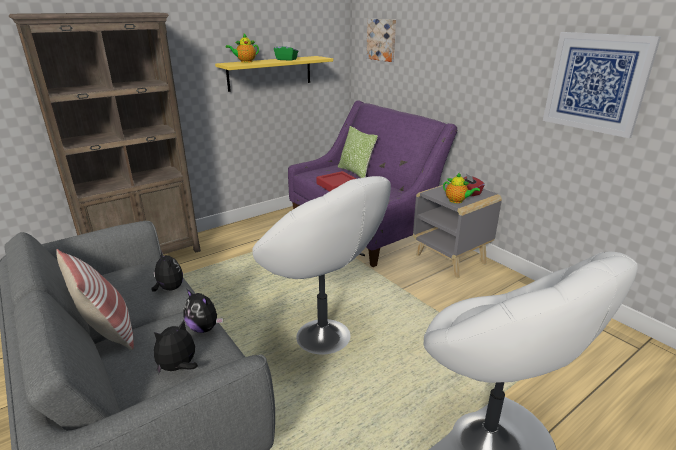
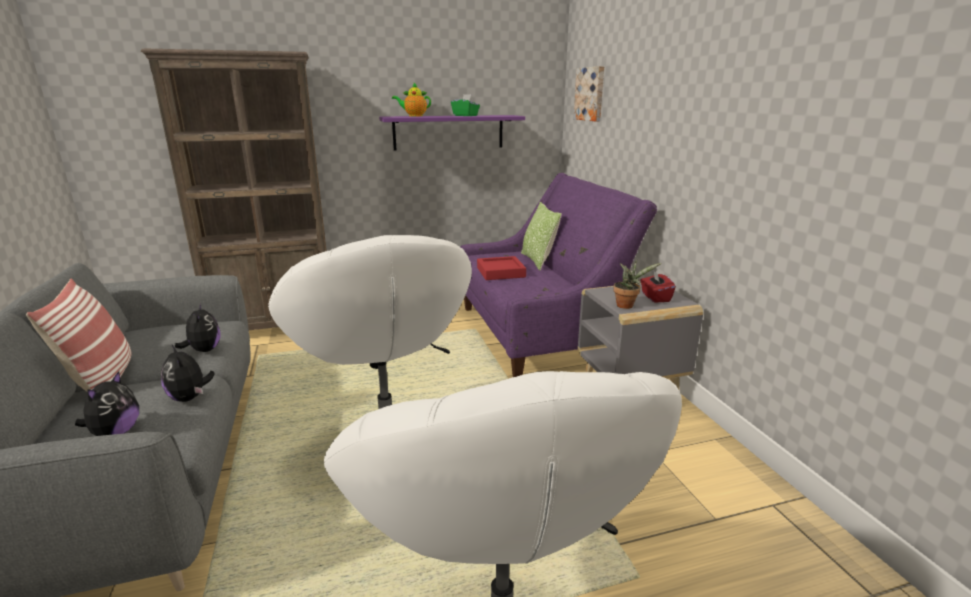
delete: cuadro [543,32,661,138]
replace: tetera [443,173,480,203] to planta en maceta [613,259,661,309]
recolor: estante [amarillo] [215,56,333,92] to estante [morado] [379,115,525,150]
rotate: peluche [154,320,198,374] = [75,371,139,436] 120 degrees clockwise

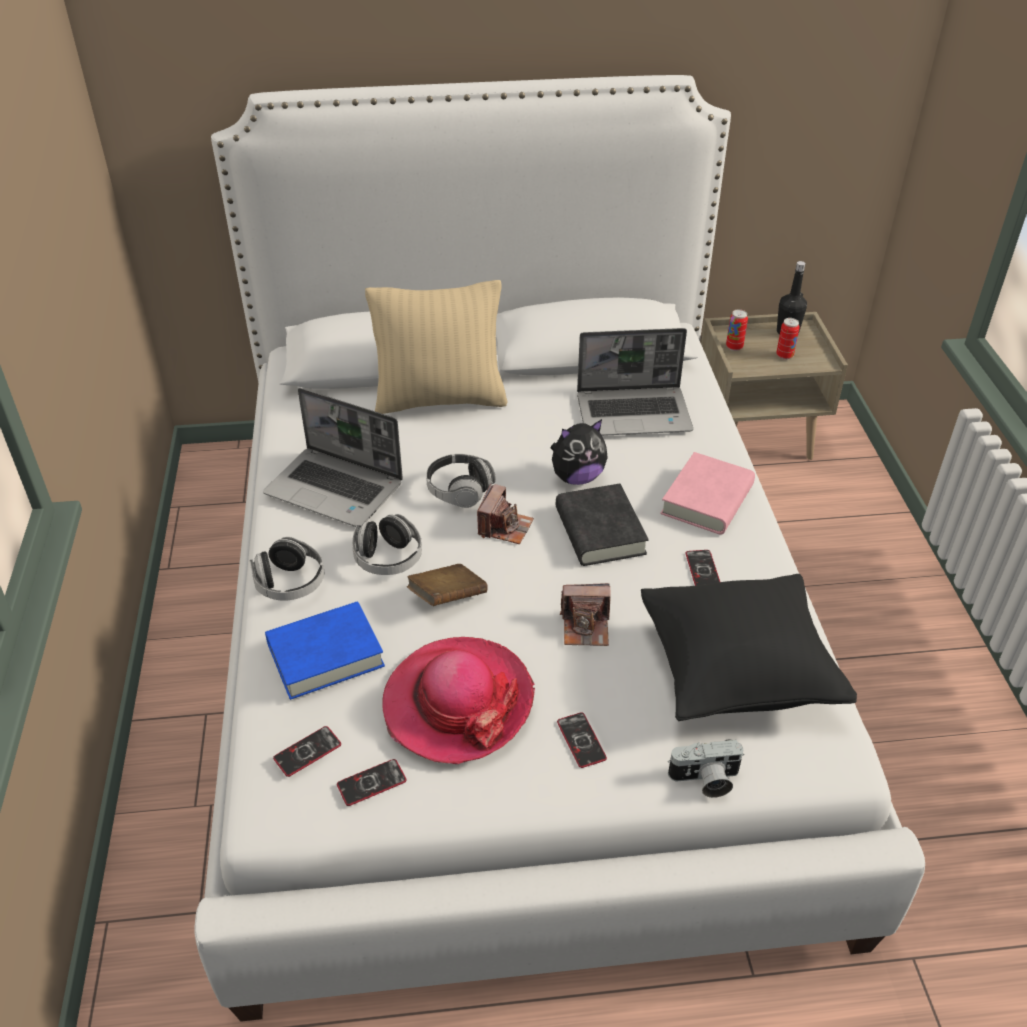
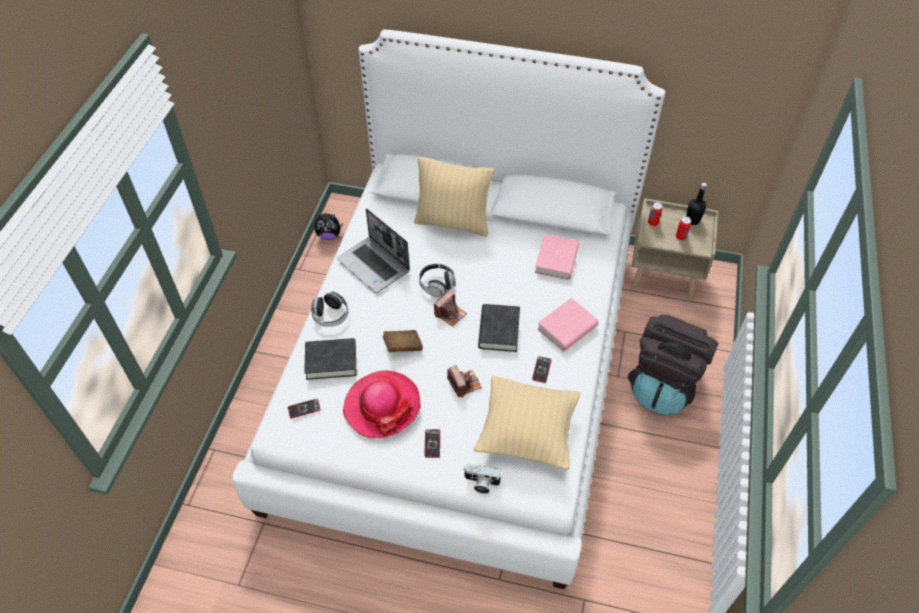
delete: móvil [337,759,406,806]; auriculares [352,514,422,575]
insert: mochila [negro] [628,315,719,415]
move: peluche [551,419,608,485] to [314,213,343,240]
replace: portátil [577,328,693,436] to libro [rosa] [535,234,579,280]
recolor: libro [azul] [265,602,385,700] to libro [negro] [304,338,357,380]; cojín [negro] [641,574,857,721] to cojín [beis] [474,376,580,470]
rotate: cámara [560,583,611,646] = [447,365,482,398] 135 degrees counterclockwise

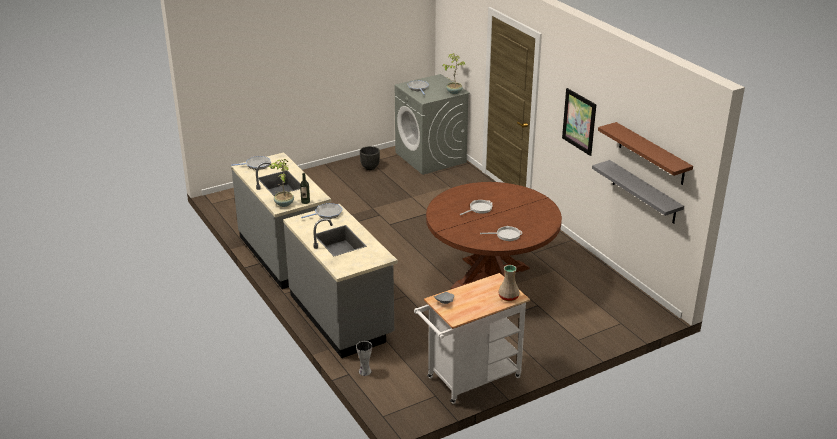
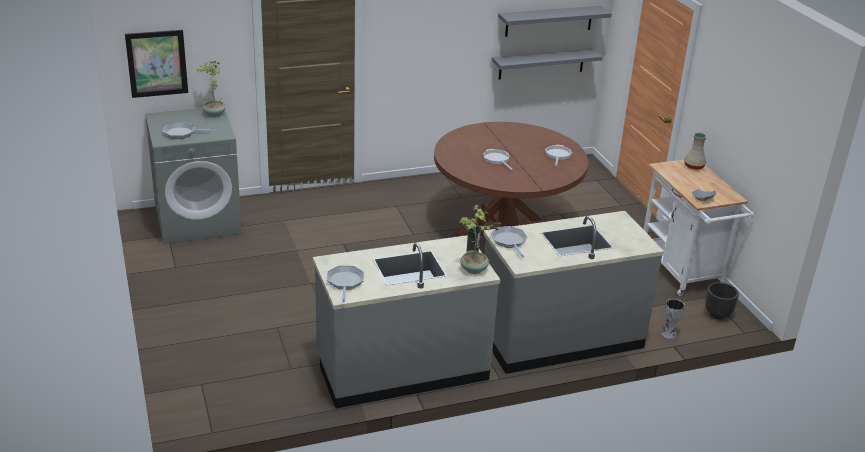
move: maceta [negro] [360,146,380,170] to [705,282,739,319]; cuadro [562,88,596,156] to [125,30,188,98]
recolor: estante [marrón] [598,122,693,185] to estante [gris] [498,6,612,37]

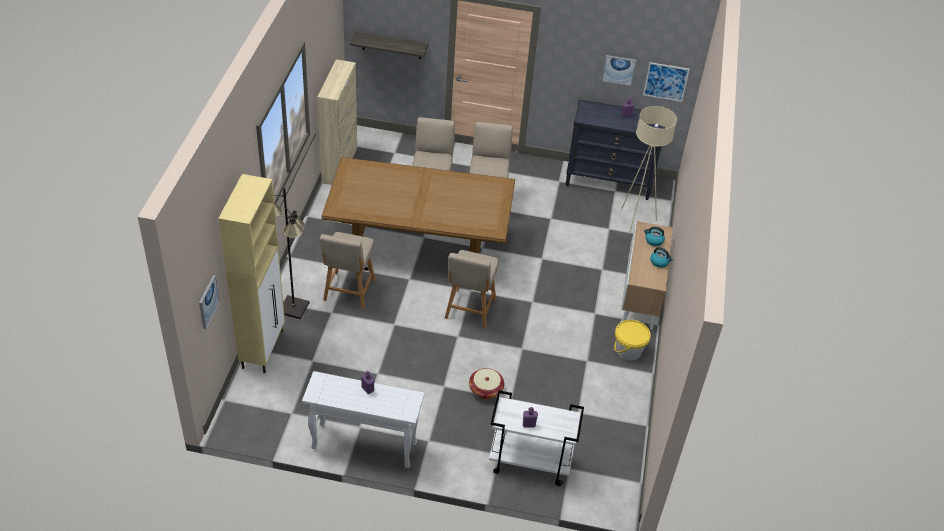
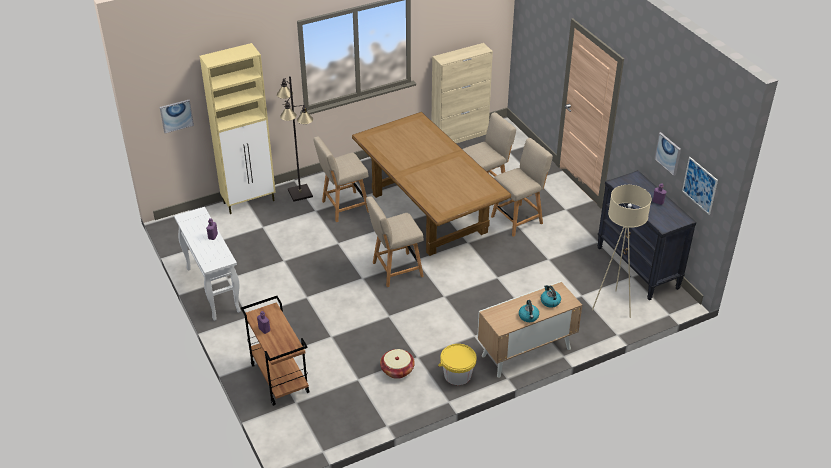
delete: estante [349,31,429,59]
move: cesta [469,368,504,399] to [380,349,415,379]
recolor: carrito [blanco] [489,390,584,486] to carrito [marrón] [241,296,310,406]

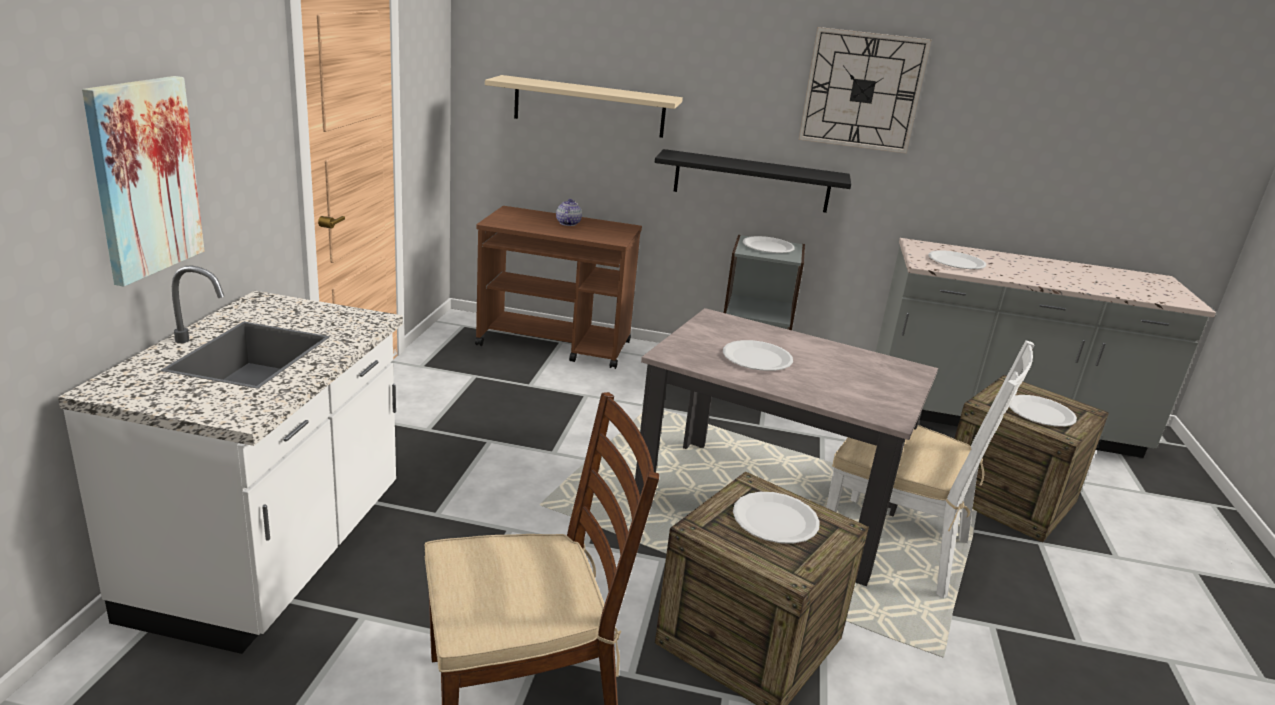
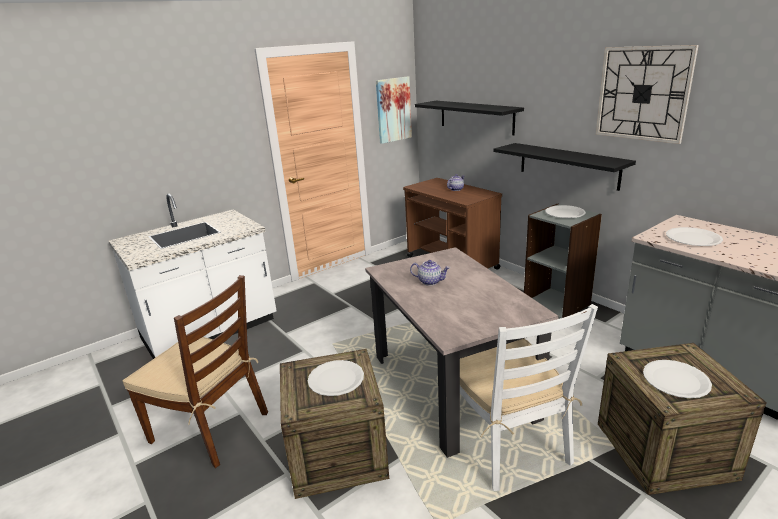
move: cuadro [82,76,205,286] to [376,77,412,144]
replace: plato [blanco] [723,340,793,371] to tetera [410,260,450,286]
recolor: estante [beis] [485,75,683,138] to estante [negro] [415,101,524,135]

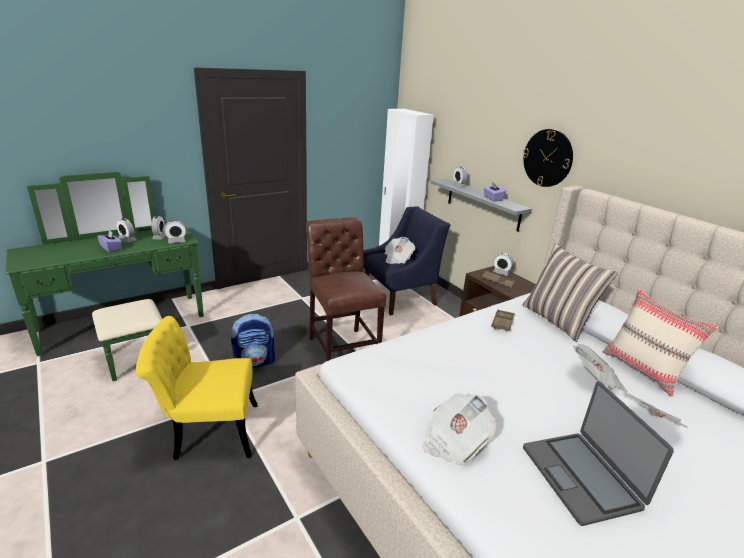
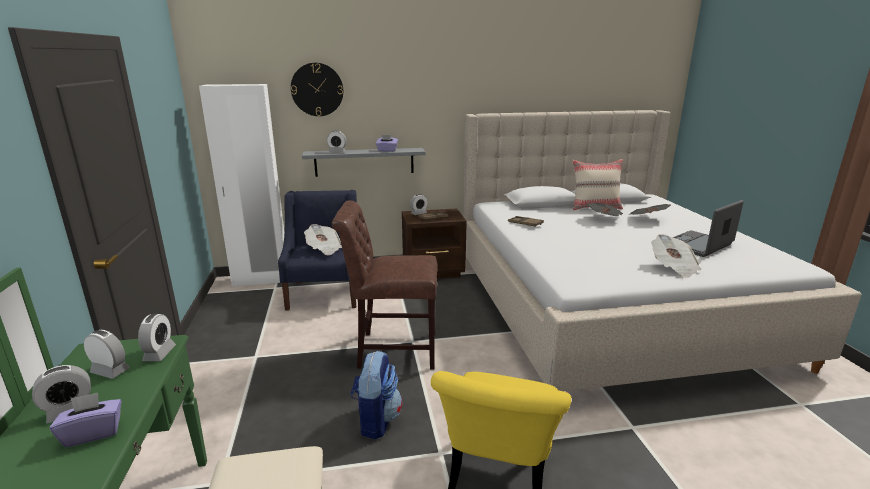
delete: cojín [523,243,618,342]
move: reloj de pared [523,129,573,187] to [291,63,343,116]
rotate: portátil [523,381,674,526] = [673,200,744,257] 135 degrees clockwise

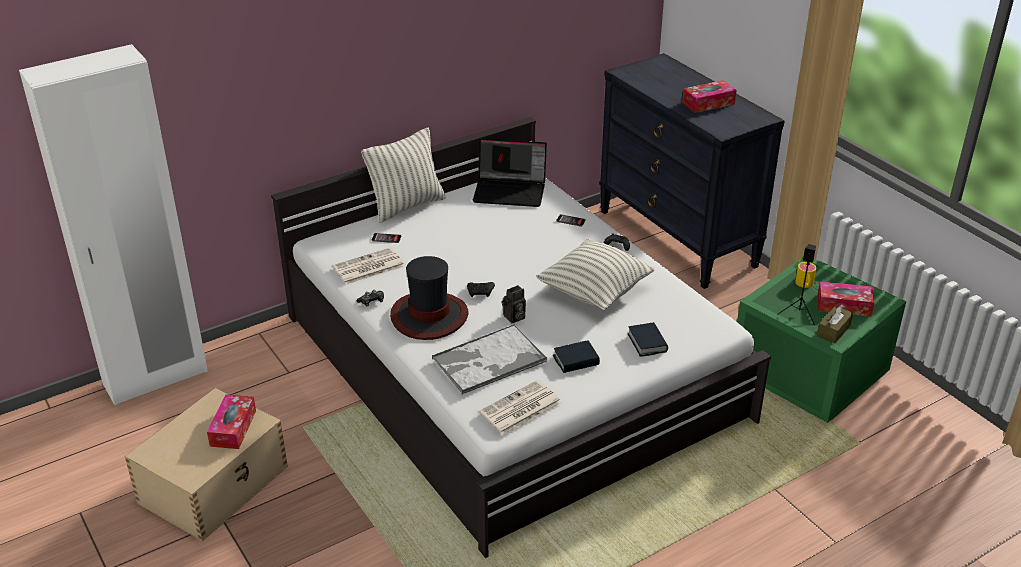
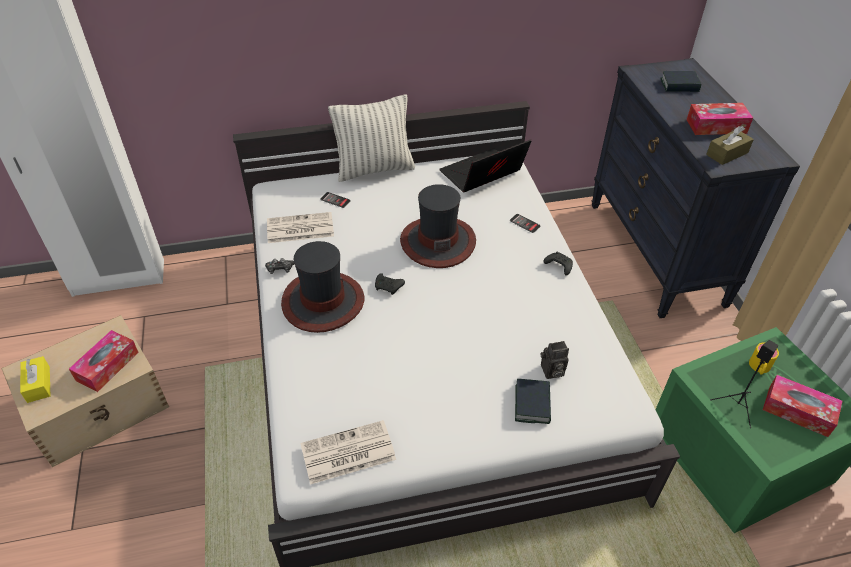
delete: bandeja [432,324,547,394]; cojín [536,239,655,310]
insert: caja de pañuelos [amarillo] [20,356,50,403]; sombrero [400,184,476,268]
move: cámara [501,285,526,323] to [541,341,569,379]; libro [553,340,600,373] to [660,71,701,92]; caja de pañuelos [marrón] [817,305,853,343] to [706,126,754,165]
rotate: portátil [473,138,547,207] = [439,140,531,192] 120 degrees clockwise

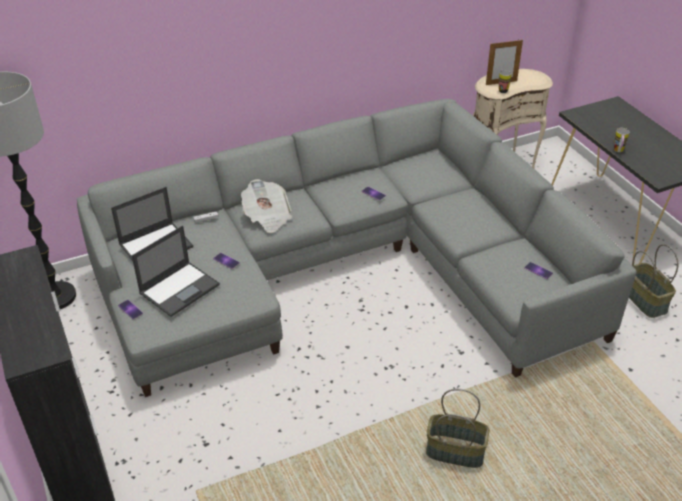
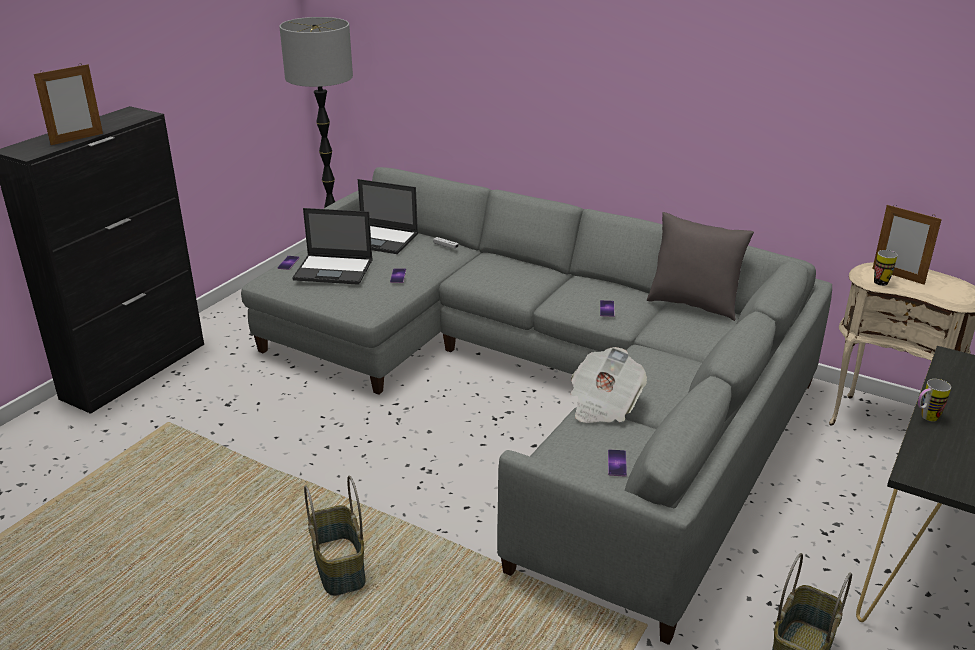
insert: portarretratos [34,64,103,145]; cojín [gris] [647,212,754,321]
move: periódico [241,179,292,233] to [570,347,647,423]

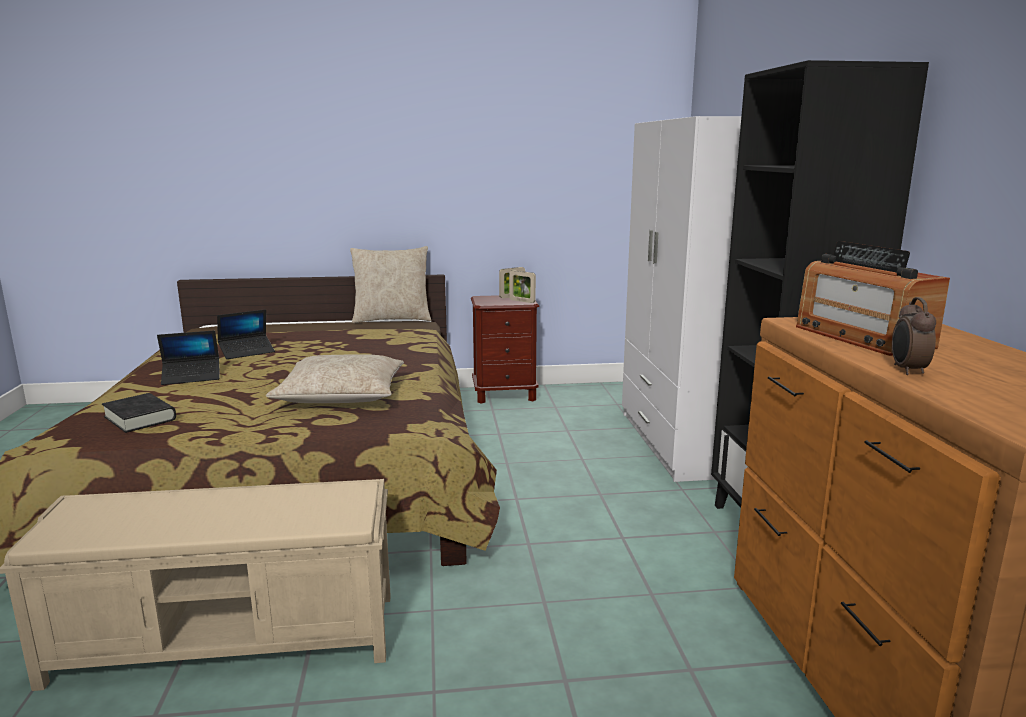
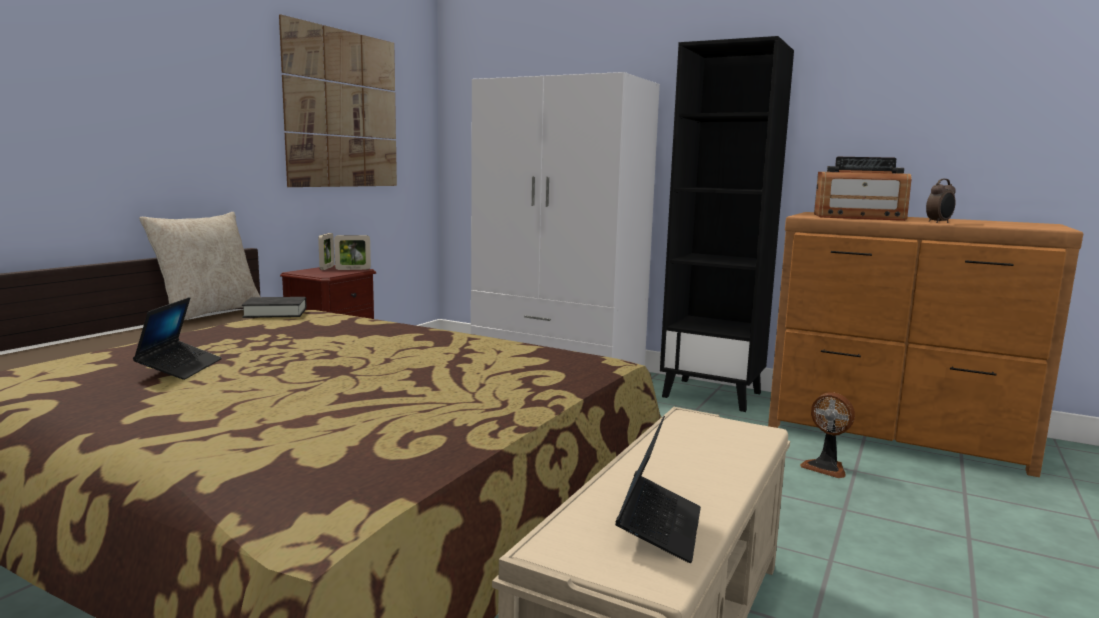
delete: cojín [beis] [266,354,404,403]
insert: cuadro [279,14,397,187]; ventilador [800,392,855,478]
move: libro [negro] [102,393,176,433] to [242,297,306,318]; portátil [157,330,219,385] to [615,416,701,563]
rotate: despertador [892,297,936,375] = [926,179,956,223] 75 degrees counterclockwise

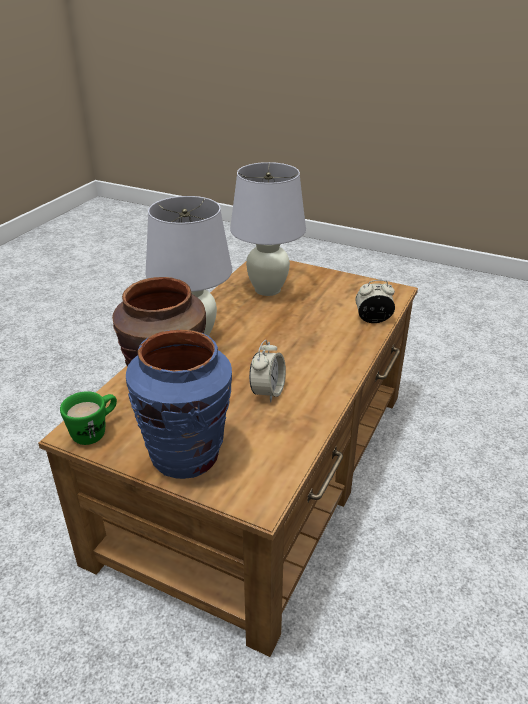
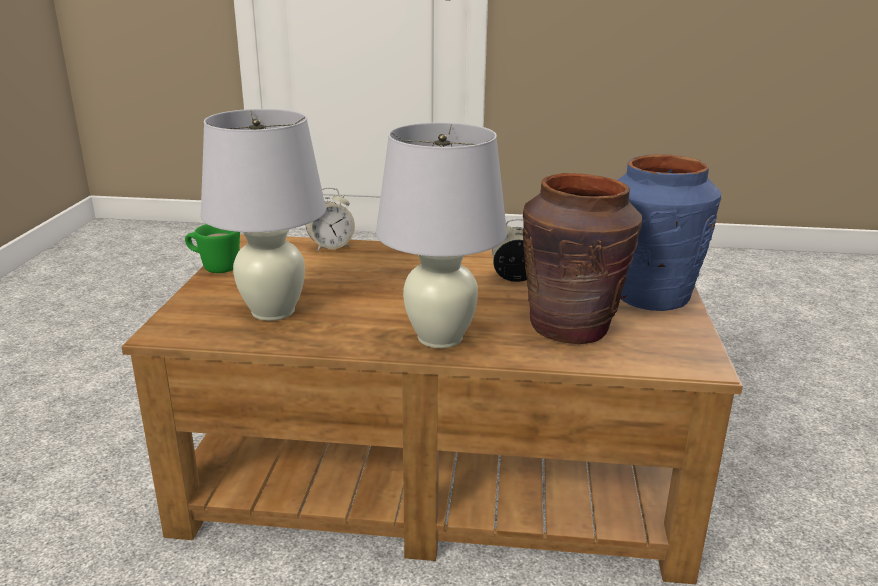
move: taza grande [verde] [60,391,117,445] to [185,224,240,273]
rotate: despertador [355,280,395,323] = [306,187,355,252] 90 degrees counterclockwise

